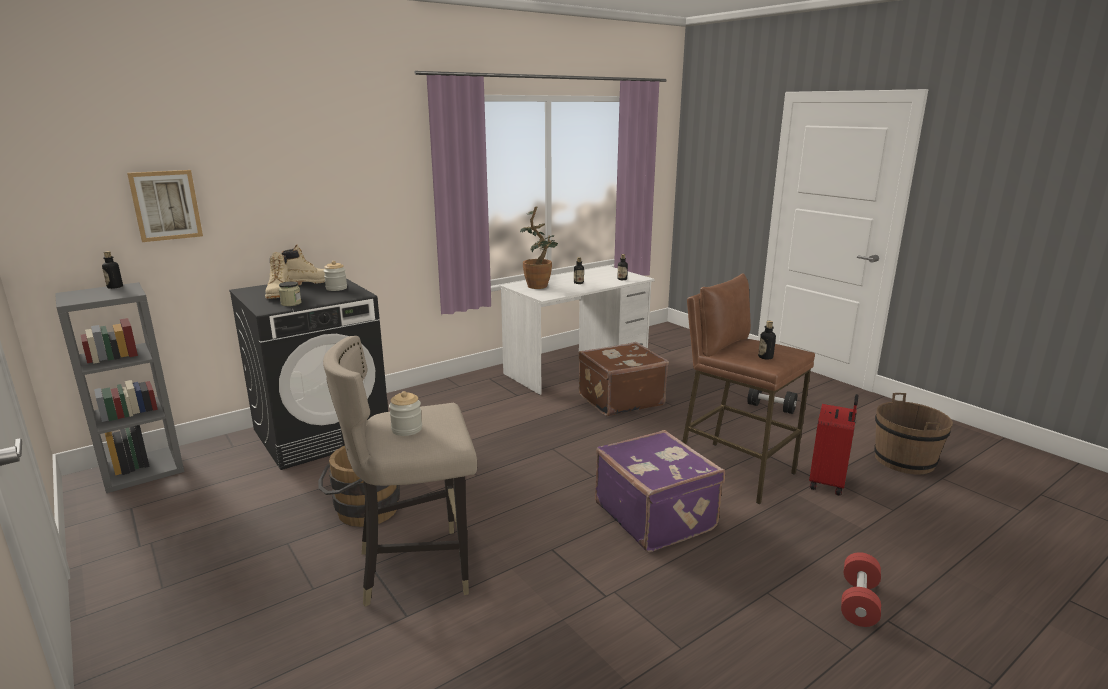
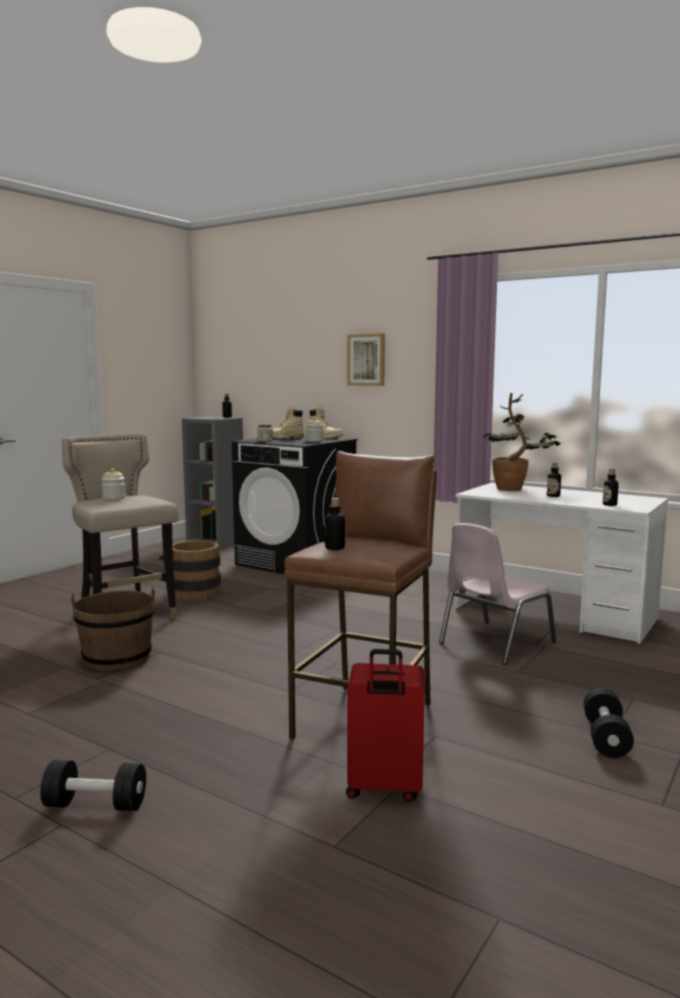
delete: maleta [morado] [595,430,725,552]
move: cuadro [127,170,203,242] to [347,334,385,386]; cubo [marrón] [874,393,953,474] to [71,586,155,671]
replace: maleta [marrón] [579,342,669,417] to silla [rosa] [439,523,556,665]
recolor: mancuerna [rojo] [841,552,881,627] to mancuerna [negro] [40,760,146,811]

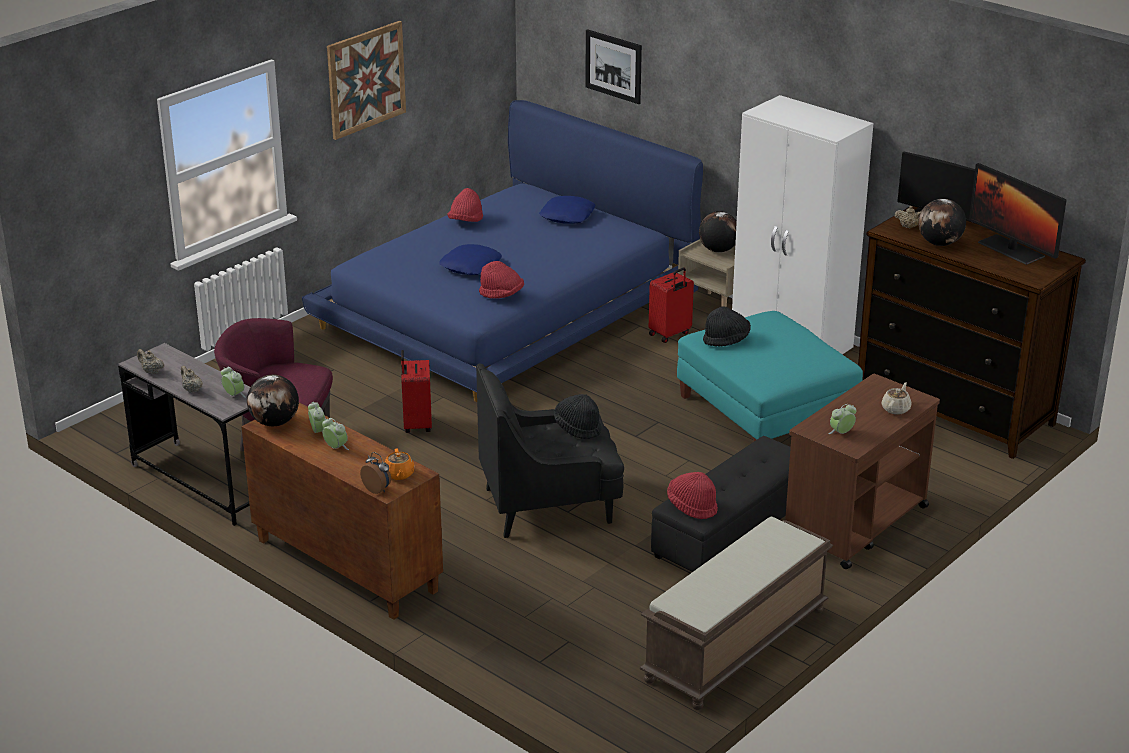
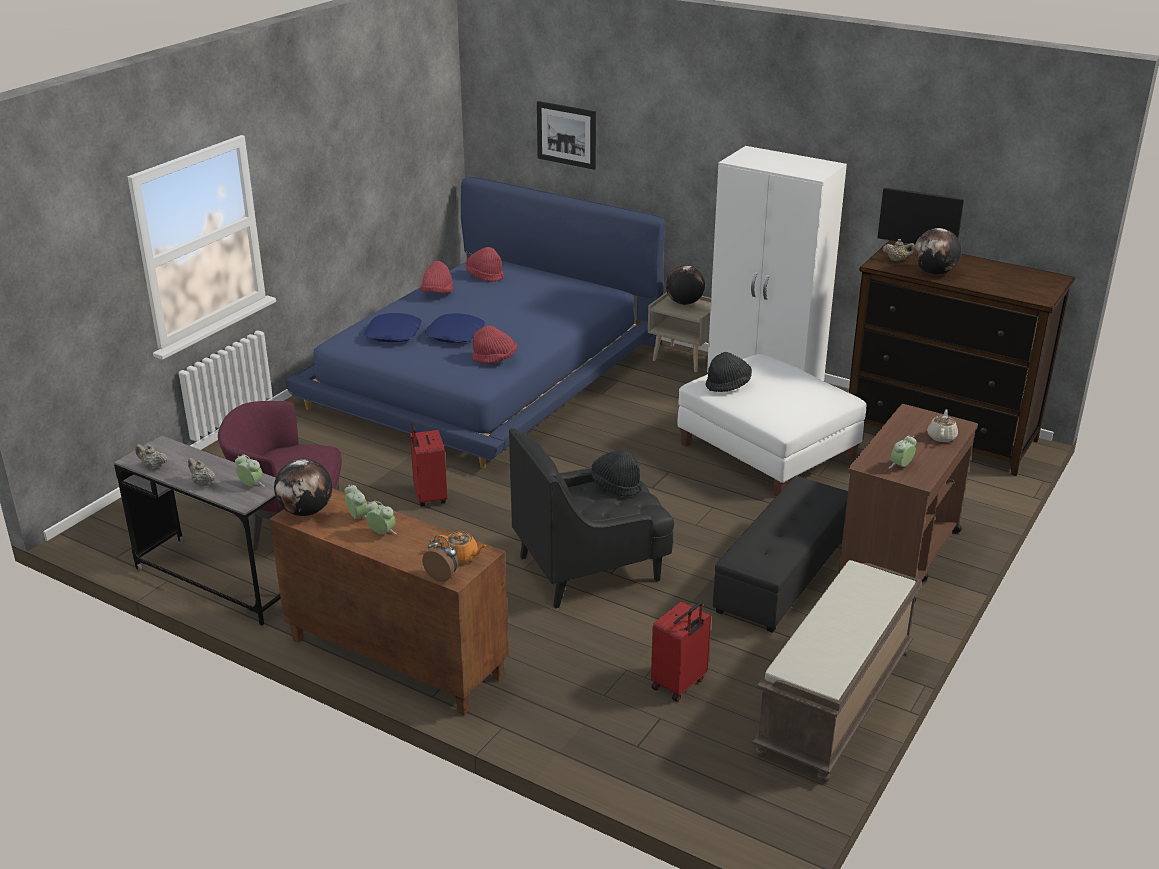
delete: cuadro [327,21,406,140]; monitor [969,163,1067,265]
move: cojín [azul] [539,196,596,224] to [364,313,422,342]; maleta [rojo] [649,268,694,343] to [651,601,711,702]; sombrero [rojo] [667,472,718,519] to [465,247,504,282]
recolor: puf [turquesa] [677,311,863,441] to puf [blanco] [678,354,867,496]
rotate: tetera [naranja] [385,448,415,480] = [437,531,486,563] 45 degrees counterclockwise

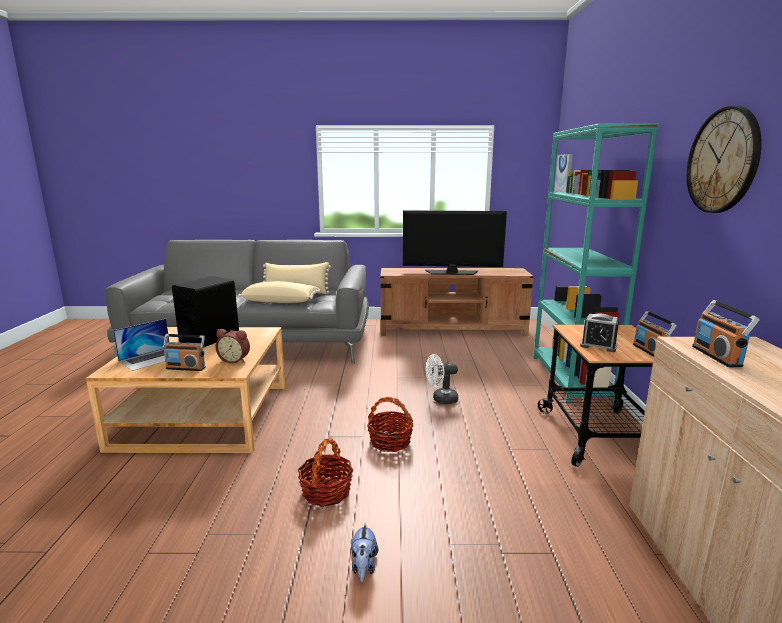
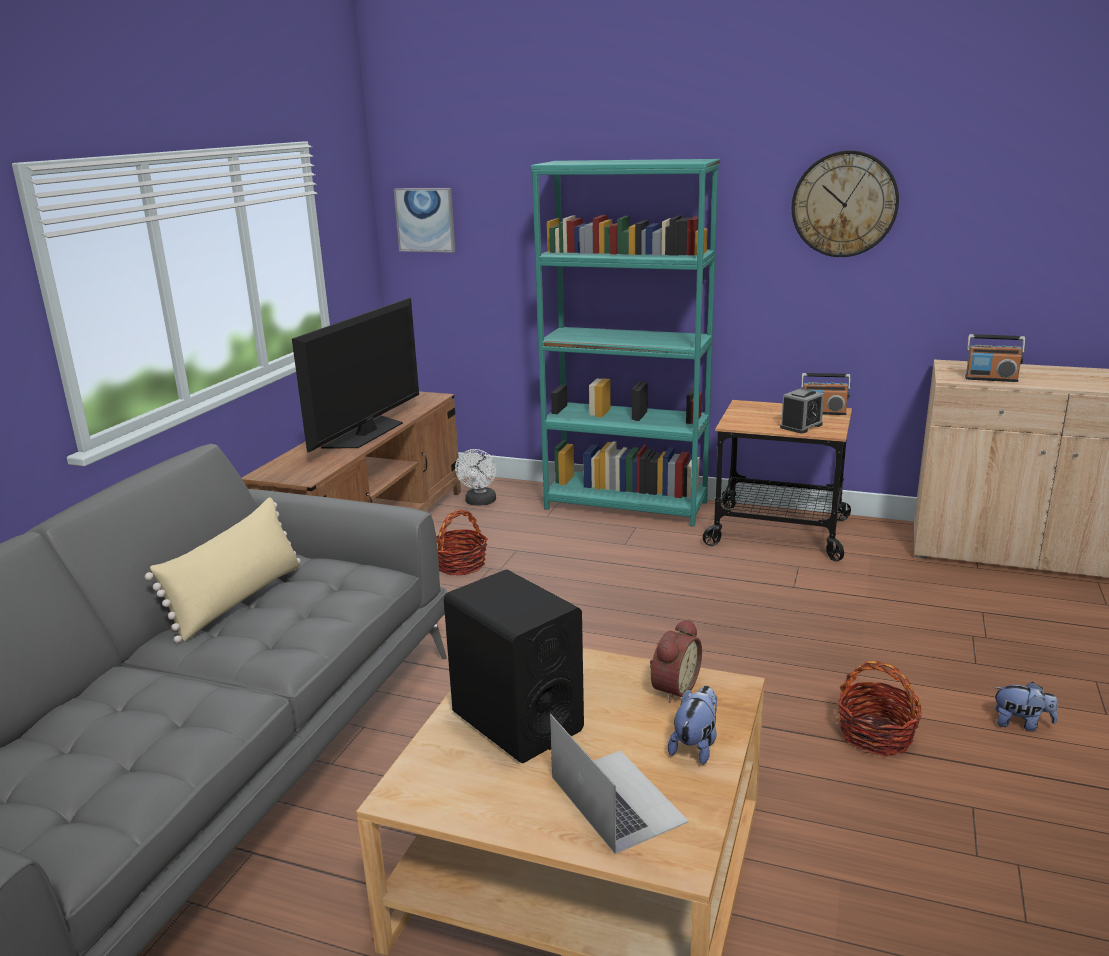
delete: cojín [beis] [238,281,321,303]
move: cesta [367,397,413,452] to [436,510,488,576]; ventilador [blanco] [426,354,458,404] to [455,449,496,506]
replace: radio [163,334,206,371] to peluche [668,686,717,765]

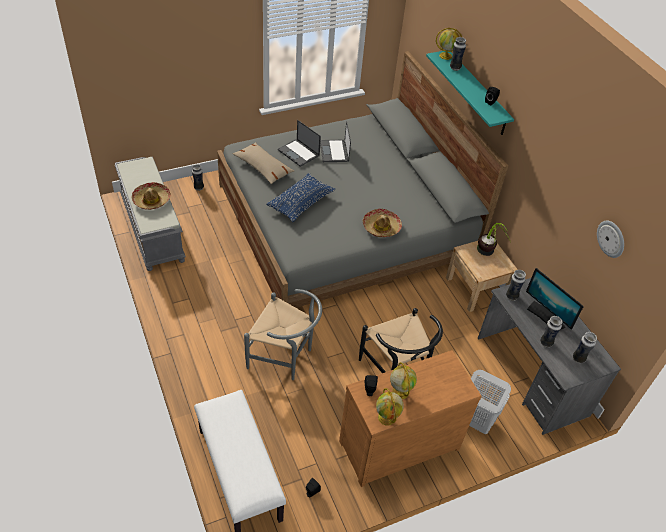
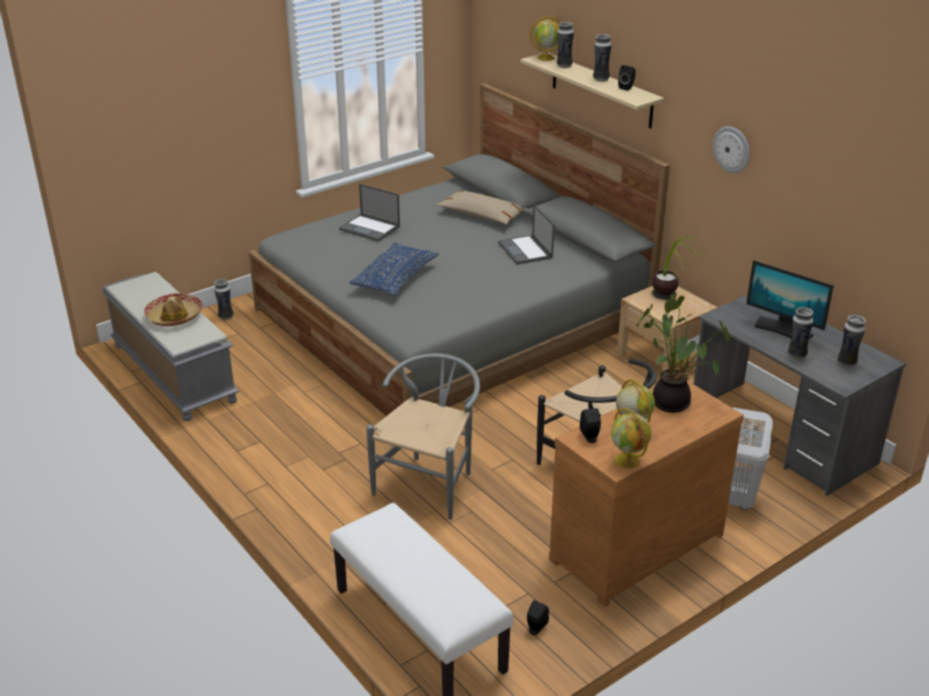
delete: sombrero [363,209,402,237]
insert: planta en maceta [637,294,730,413]
move: cojín [beis] [233,142,294,184] to [436,191,527,224]; portátil [320,121,351,162] to [498,204,554,265]; florero [506,270,526,301] to [593,34,612,82]; reloj de pared [597,221,624,258] to [713,126,750,173]
recolor: estante [turquesa] [426,50,514,135] to estante [beis] [521,53,664,129]
rotate: silla [gris] [244,289,322,380] = [366,353,480,520] 75 degrees counterclockwise

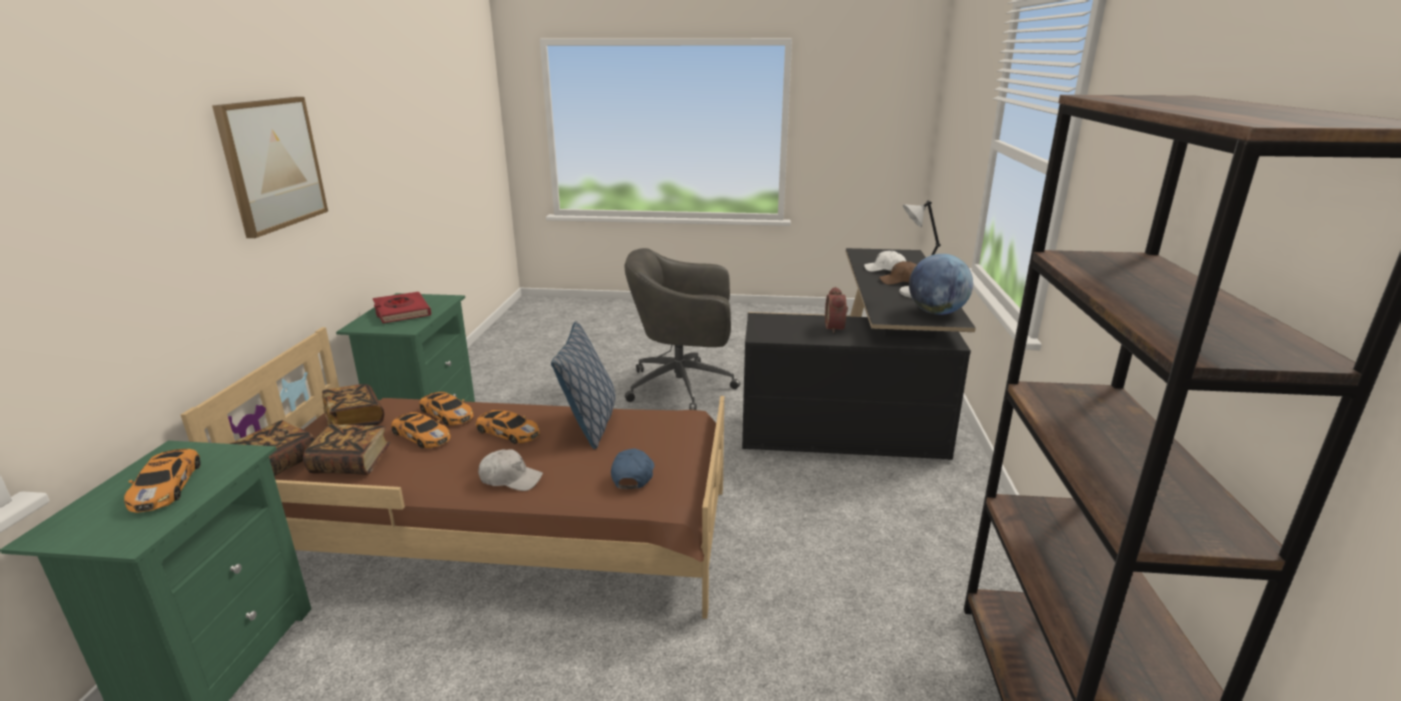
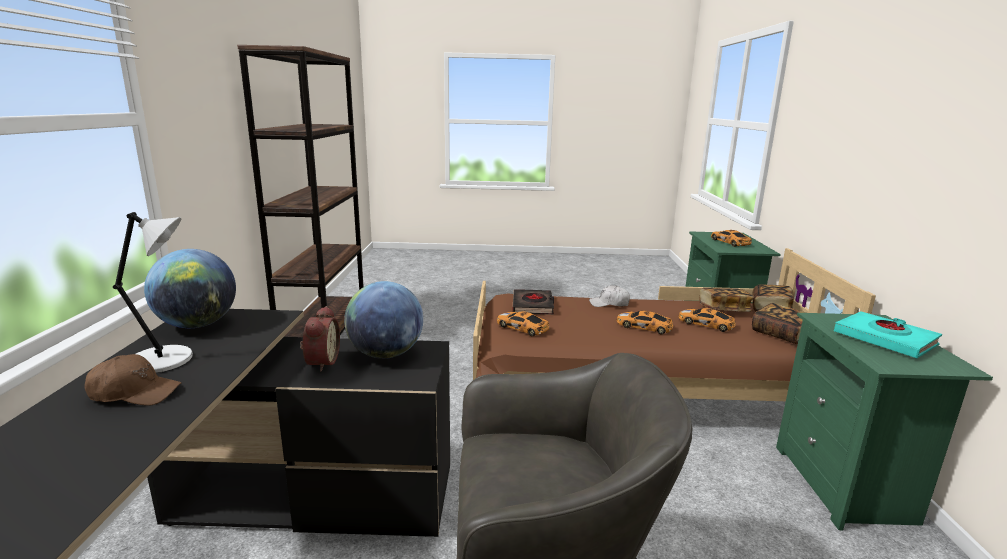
delete: cuadro [212,97,328,238]; cojín [551,321,616,449]; gorra [blanco] [864,250,906,272]
insert: globo terráqueo [344,281,423,359]
move: coche de juguete [419,392,474,425] to [497,311,550,336]
replace: gorra [azul] [611,448,655,489] to libro [negro] [512,289,554,315]
recolor: libro [rojo] [373,292,431,323] to libro [turquesa] [834,311,942,358]

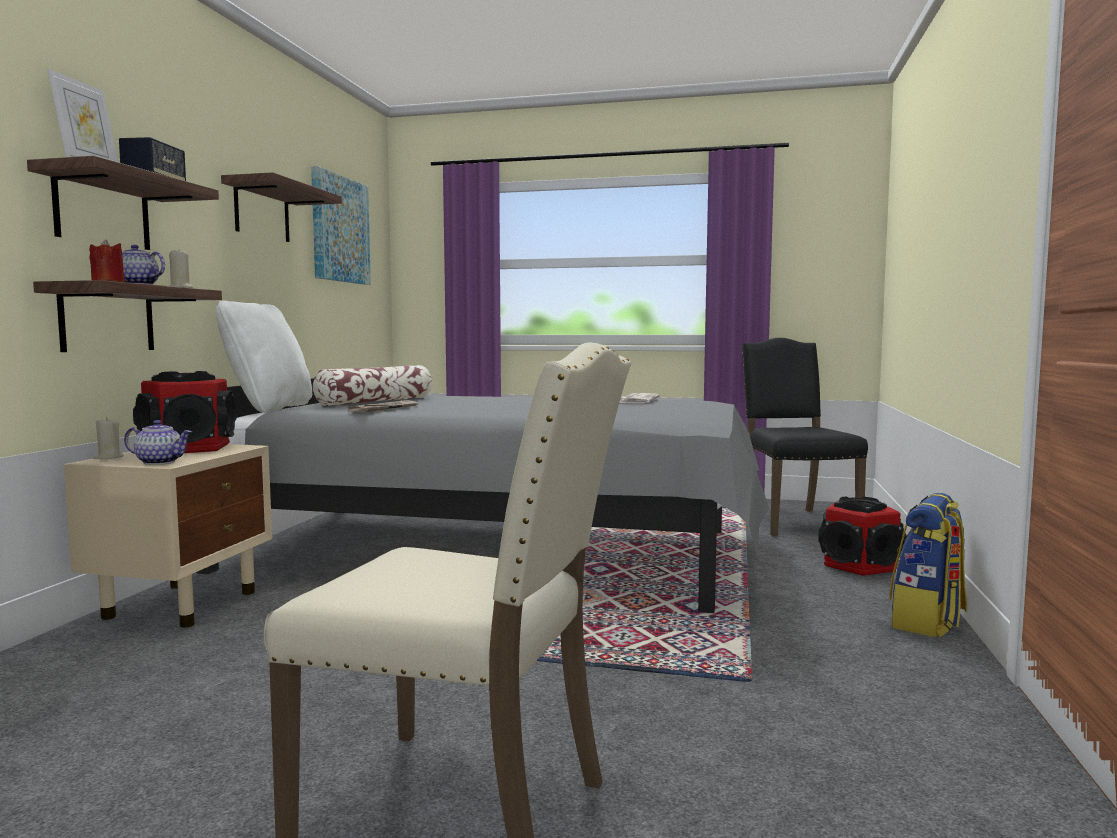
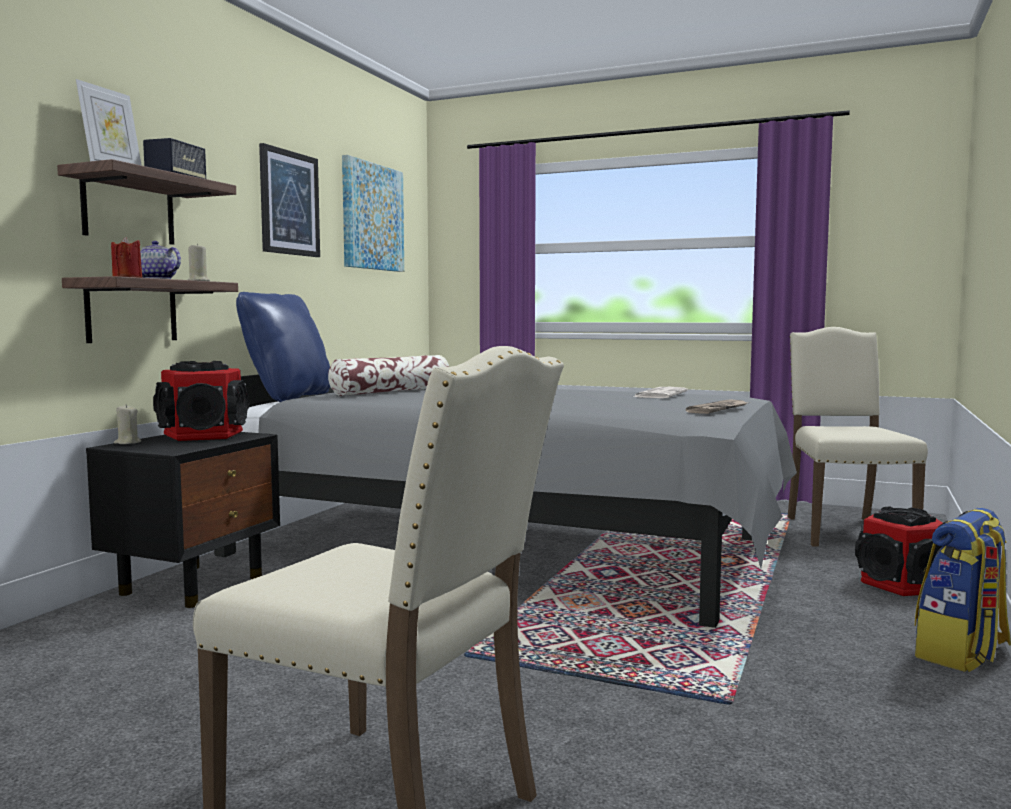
delete: tetera [124,420,192,465]
move: periódico [348,400,418,412] to [686,399,747,414]
replace: estante [221,172,342,242] to cuadro [259,143,320,257]
recolor: mesita de noche [beis] [64,444,272,628] to mesita de noche [negro] [86,432,280,608]; cojín [blanco] [216,301,312,413] to cojín [azul] [236,292,331,402]; silla [negro] [742,338,868,536] to silla [beis] [788,327,928,547]

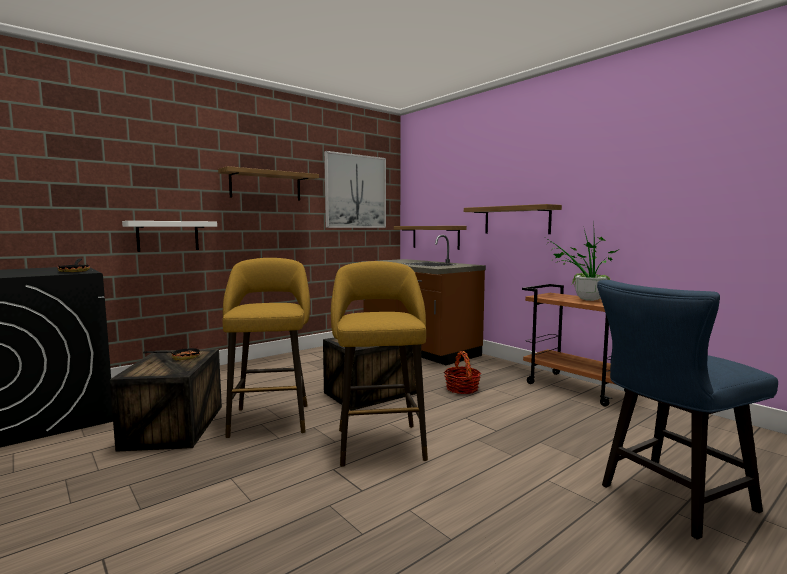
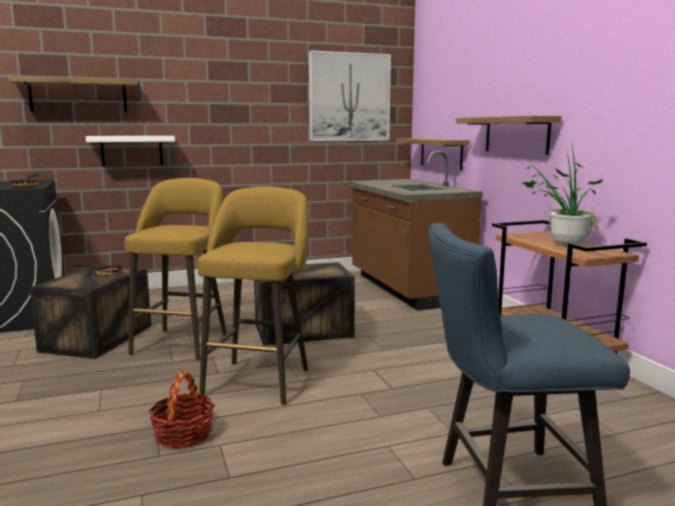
move: estante [218,166,319,201] to [8,76,138,112]; cesta [444,351,481,394] to [149,370,215,448]

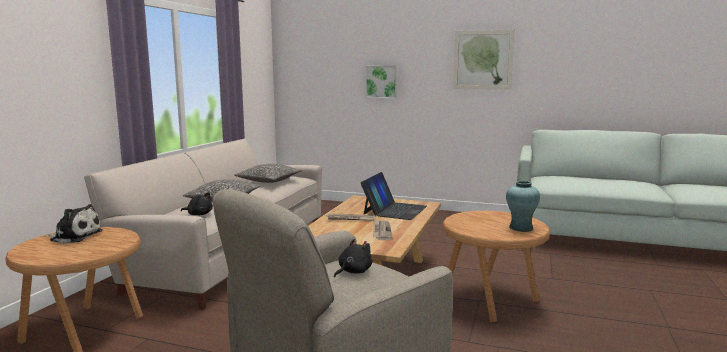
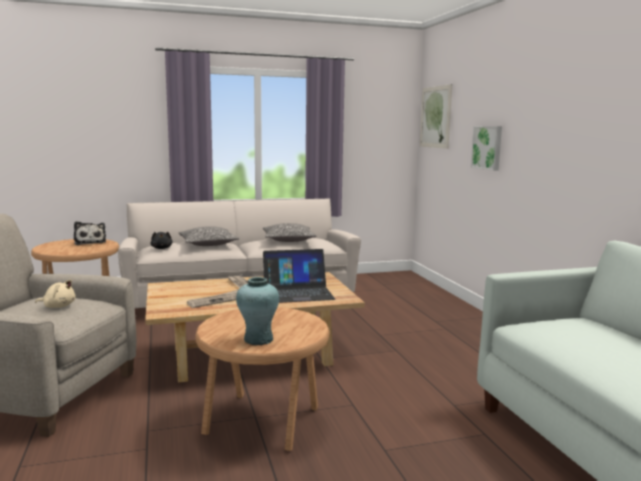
move: cuadro [453,30,515,90] to [420,84,452,149]
recolor: peluche [negro] [334,239,372,278] to peluche [beis] [35,279,76,308]

